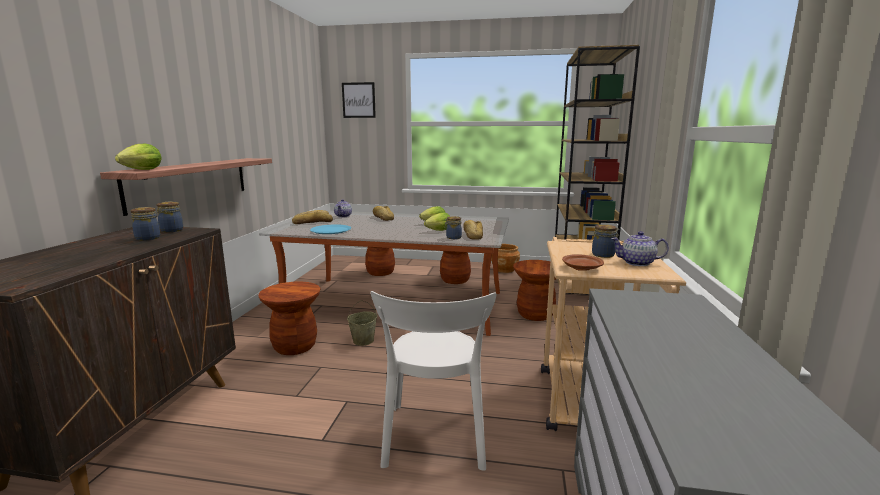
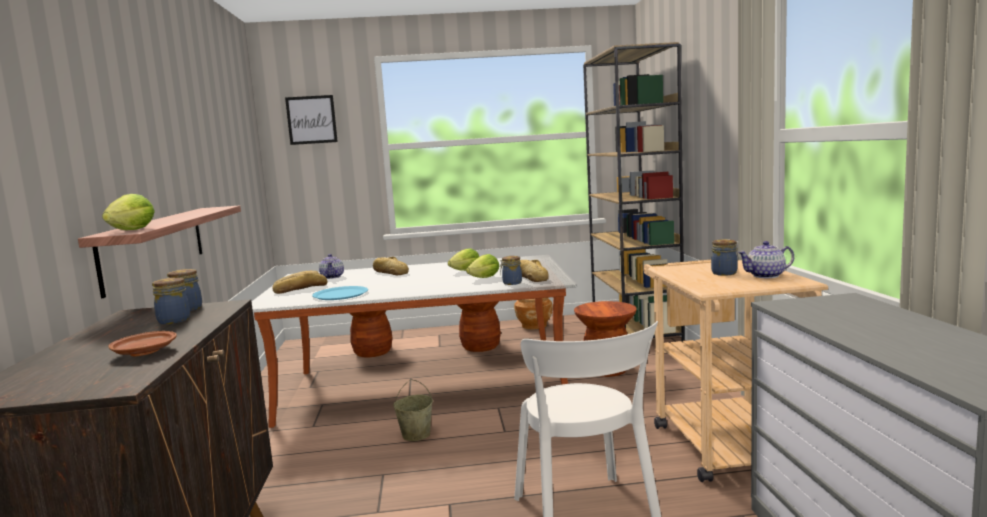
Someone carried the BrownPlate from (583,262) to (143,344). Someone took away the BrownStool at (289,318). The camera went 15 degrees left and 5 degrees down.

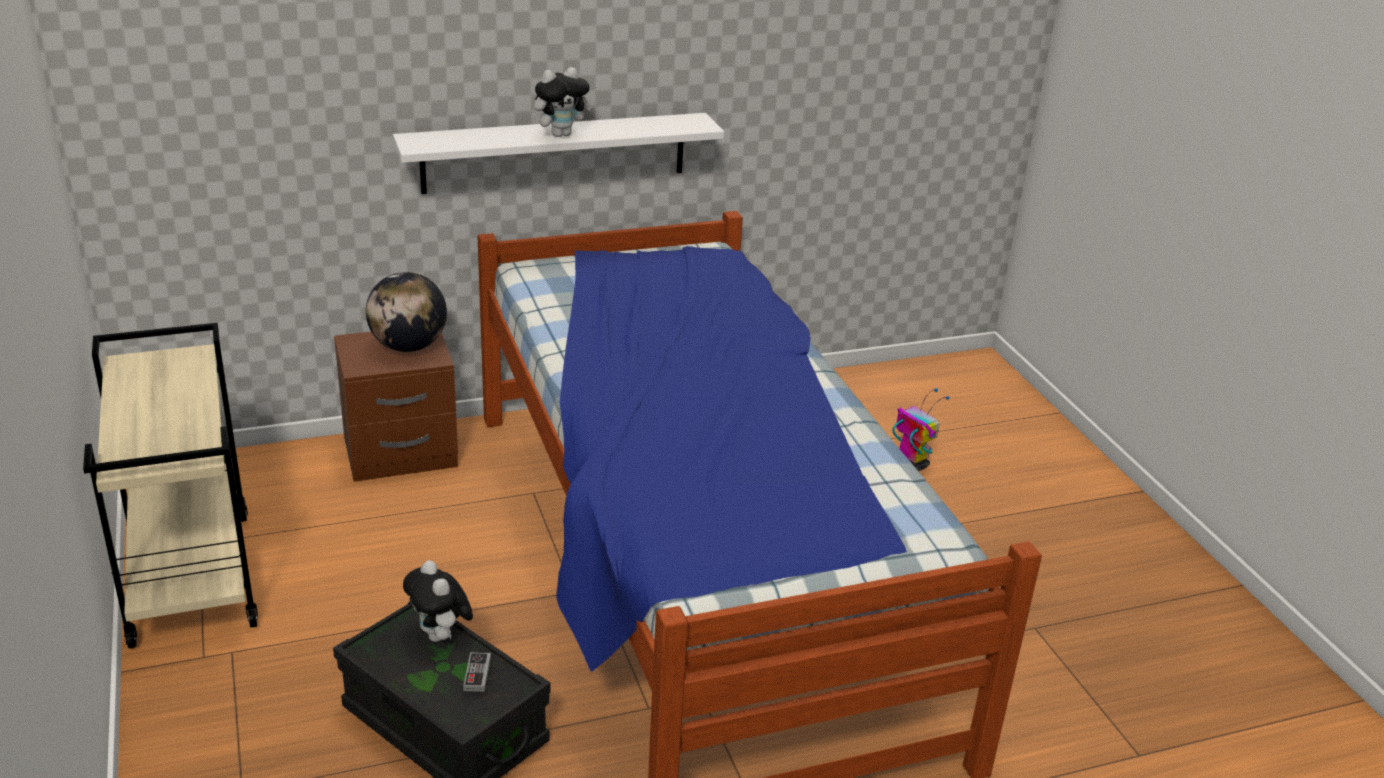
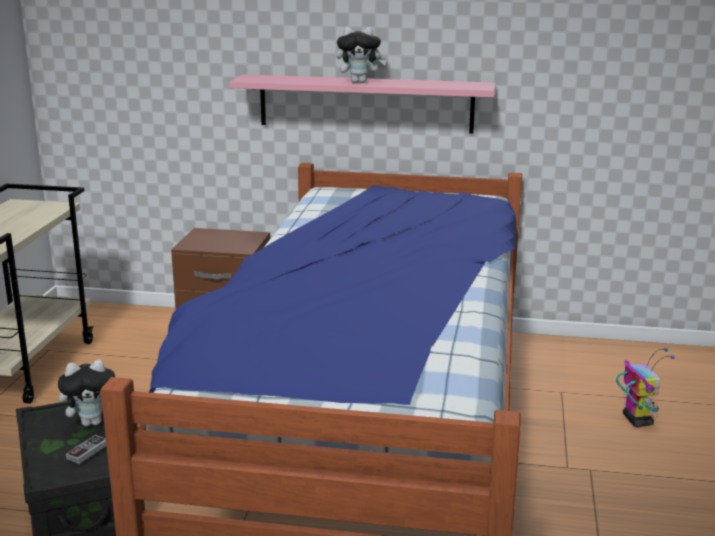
Someone repainted the WhiteShelf at (558,153), which became the PinkShelf at (362,104). Someone took away the Globe at (406,312). Someone rotated the PlushToy at (438,601) by 105 degrees counterclockwise. The camera went 30 degrees right and 10 degrees down.

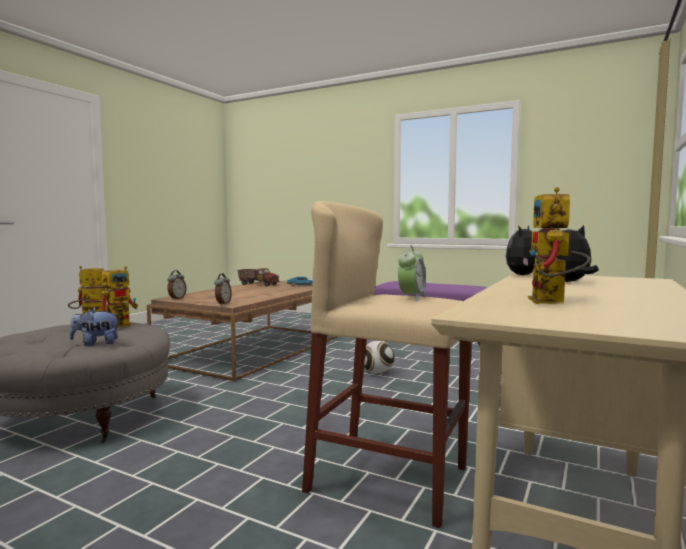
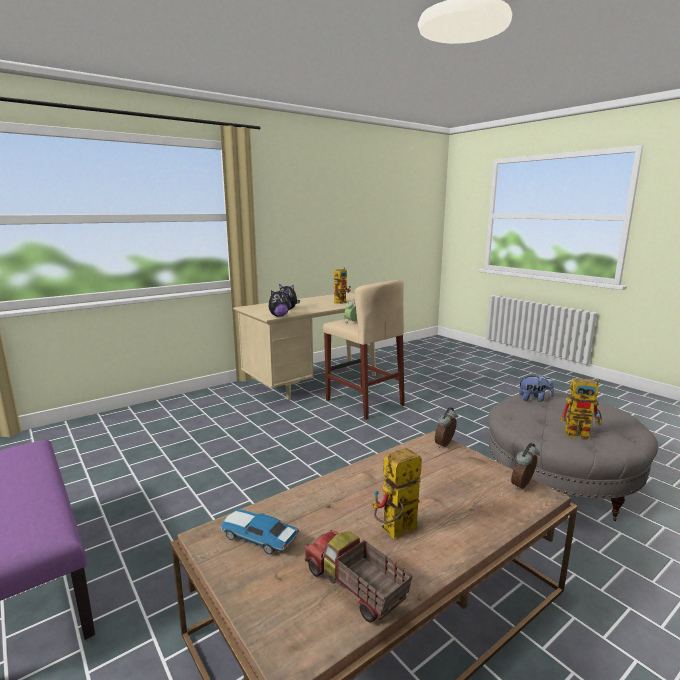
Someone carried the ToyRobot from (119,297) to (396,493). Someone took away the Football at (379,357). The camera went 155 degrees left and 10 degrees up.

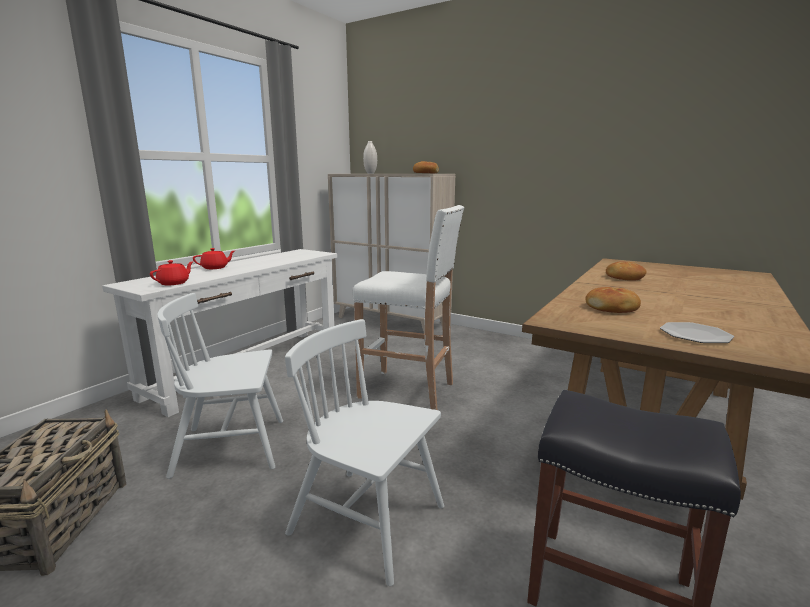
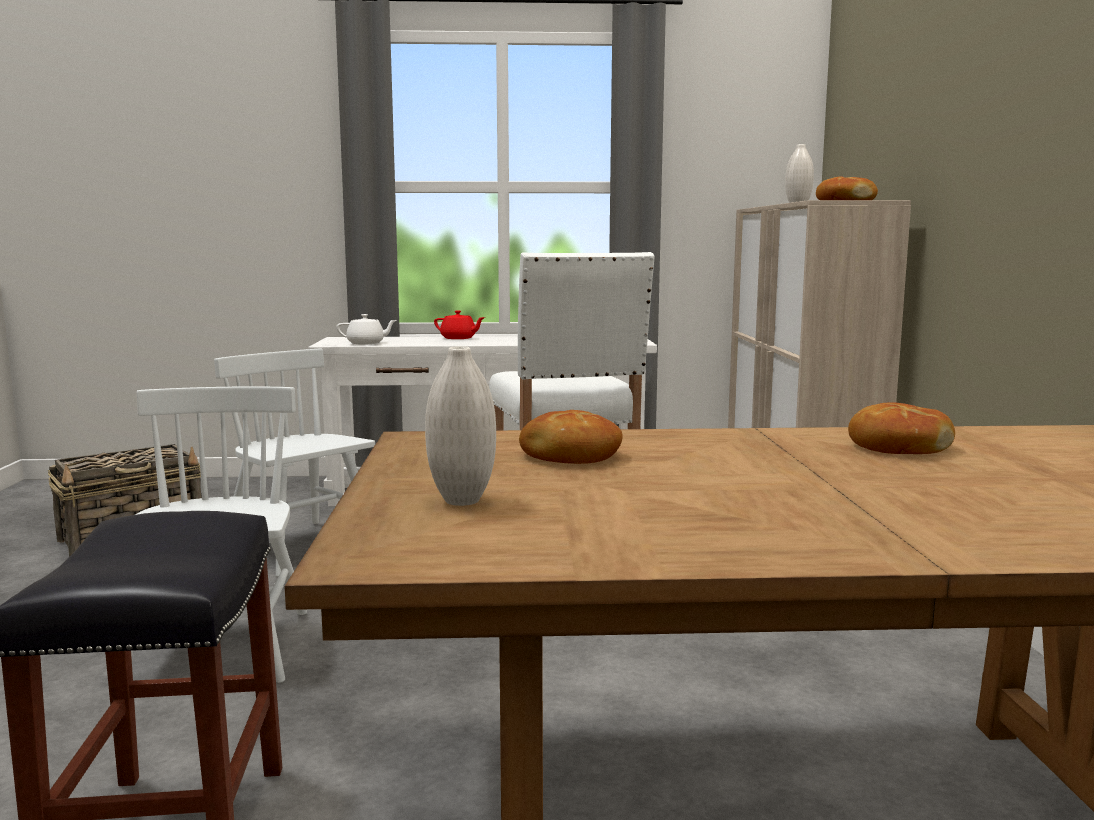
Someone repainted the RedTeapot at (172,272), which became the WhiteTeapot at (366,329). Someone swapped the Plate at (697,332) for the WhiteVase at (460,426). The camera went 55 degrees right and 5 degrees down.

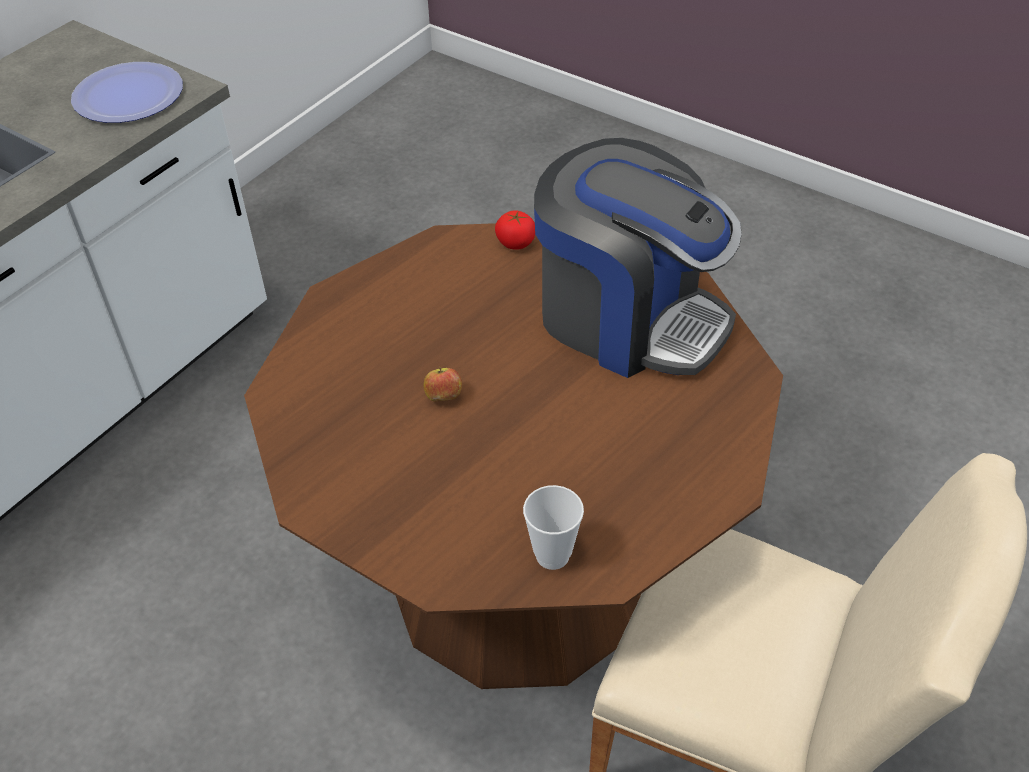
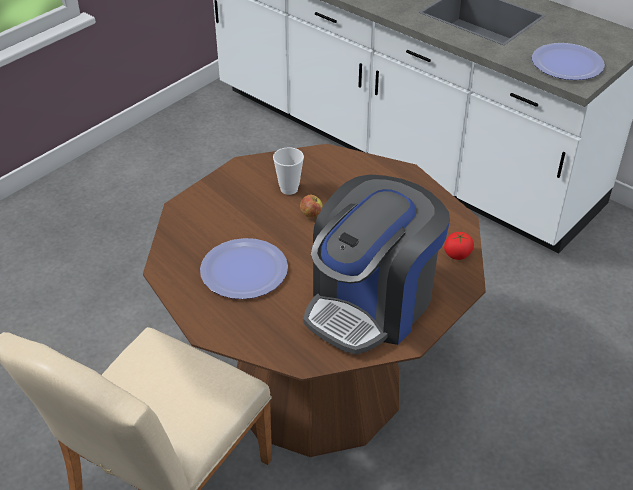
Someone carried the Cup from (553,527) to (288,171). Someone put down the Plate at (244,268). The camera went 95 degrees right and 5 degrees down.

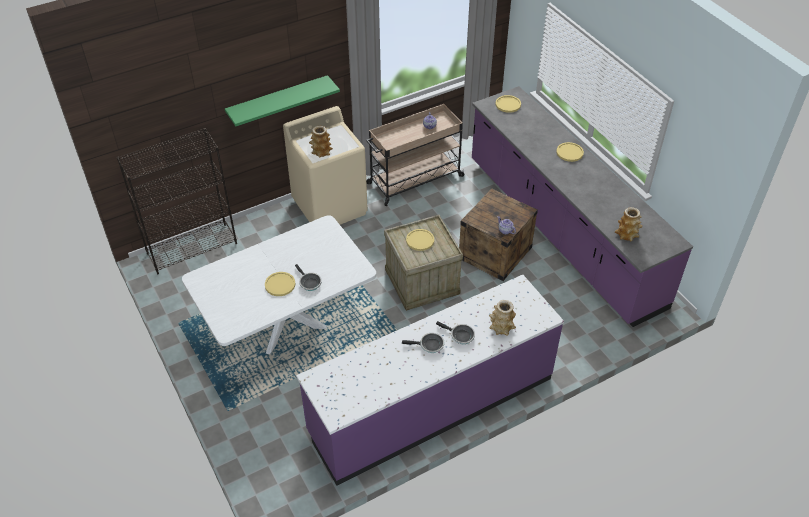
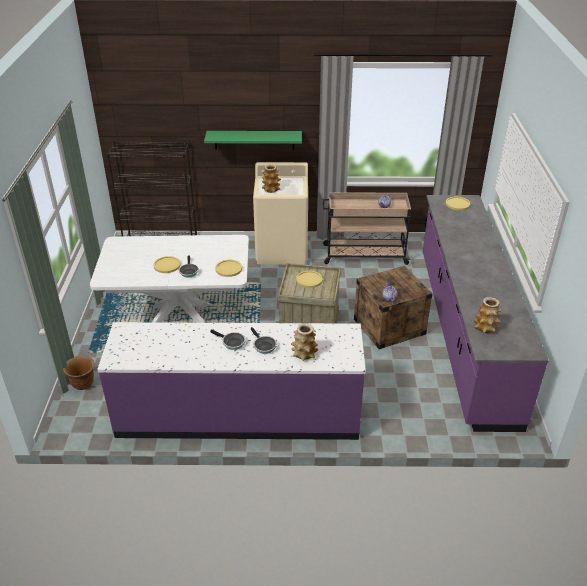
Someone carried the YellowPlate from (570,152) to (228,268). Someone put down the BrownPlanter at (78,373). The camera went 30 degrees right and 10 degrees down.

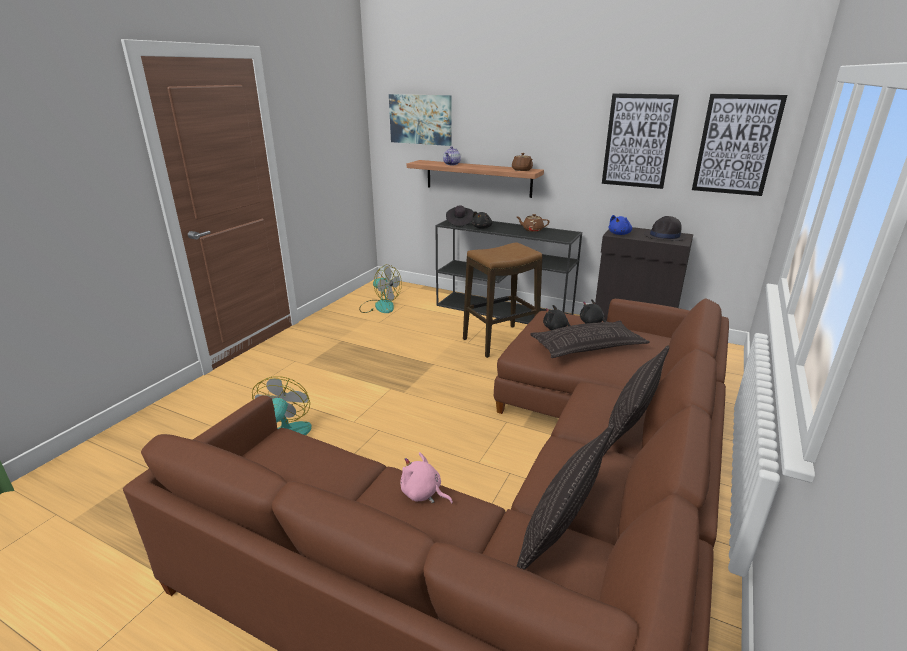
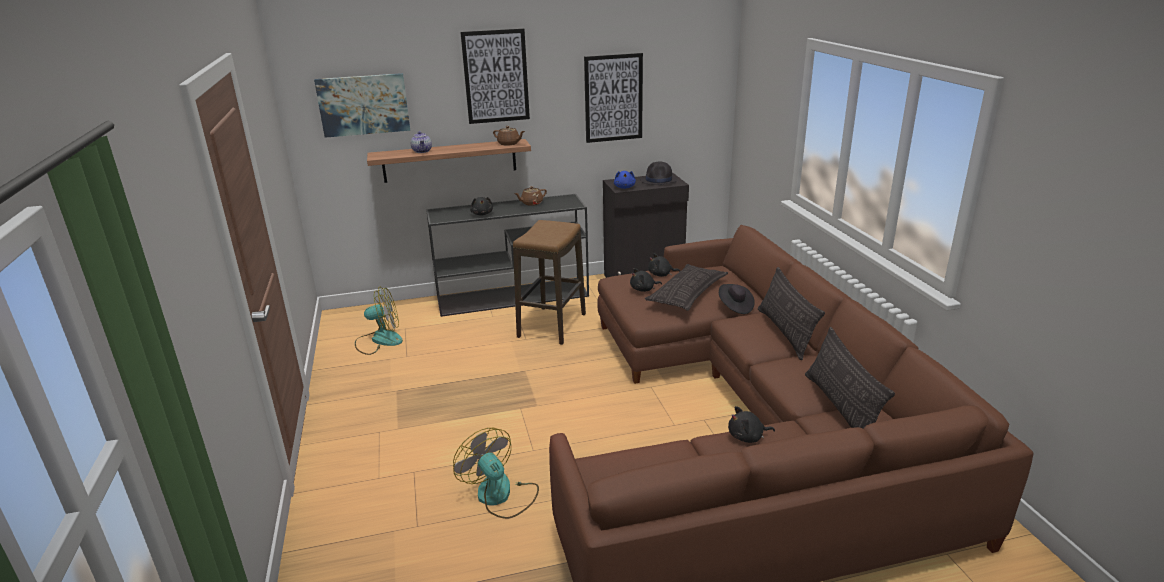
Someone carried the Picture from (739,145) to (495,76). Someone carried the BlackHat from (460,216) to (737,299). Someone repainted the PinkPlushToy at (426,478), which became the BlackPlushToy at (751,424). The camera went 40 degrees left and 0 degrees up.

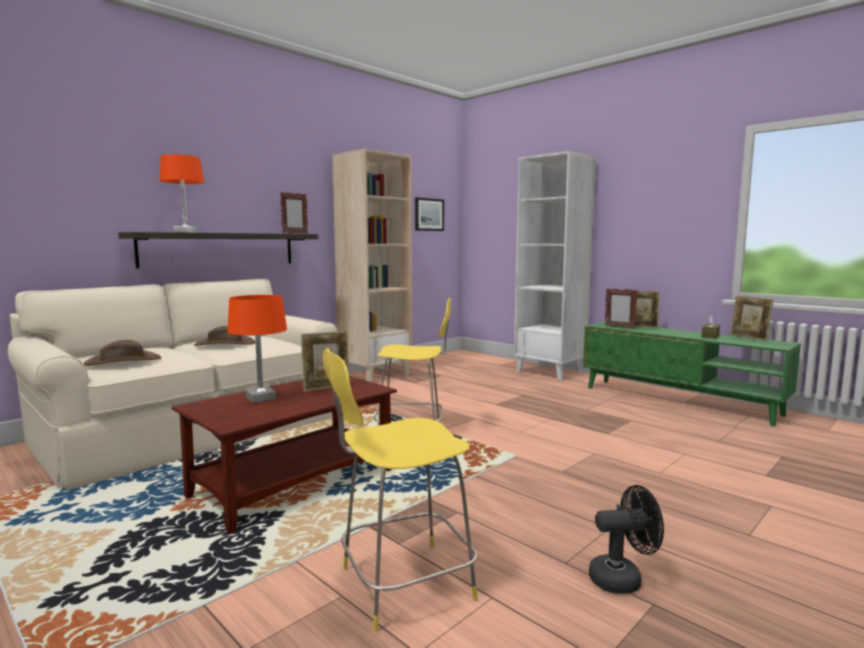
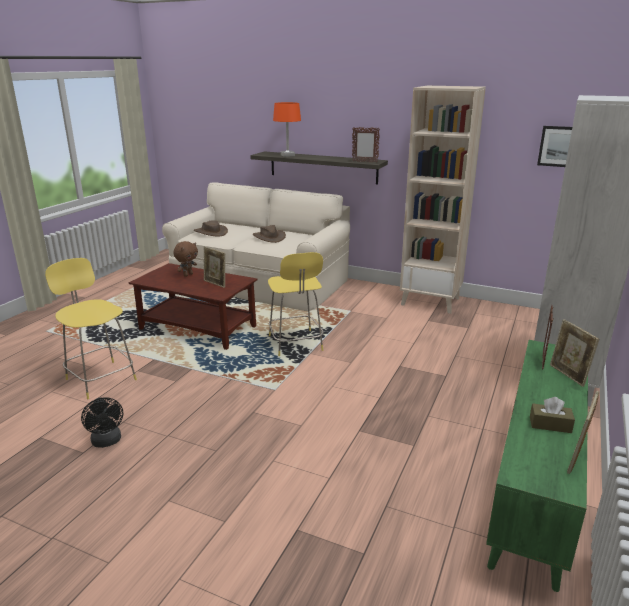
Someone swapped the OrangeTableLamp at (257,349) for the BrownPlushToy at (185,259). The camera went 70 degrees right and 15 degrees up.

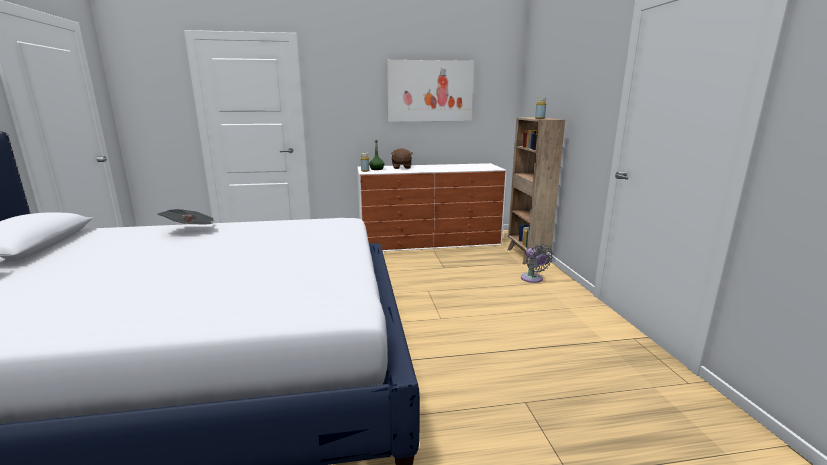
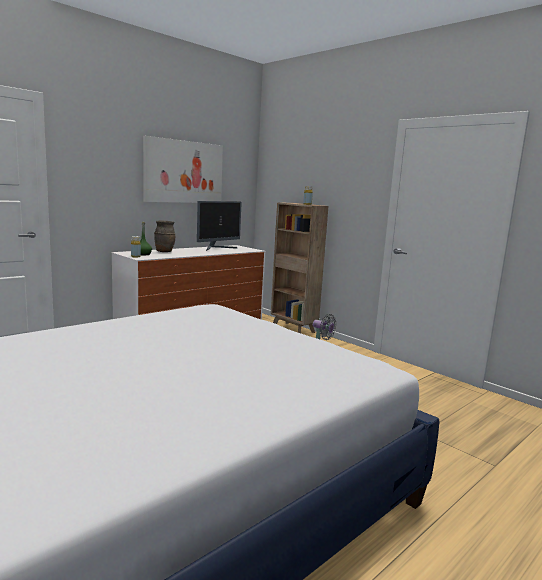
Someone swapped the BrownPlushToy at (402,158) for the BrownVase at (164,236). Someone took away the Newspaper at (185,217). Someone put down the Monitor at (219,226). The camera went 35 degrees left and 5 degrees down.

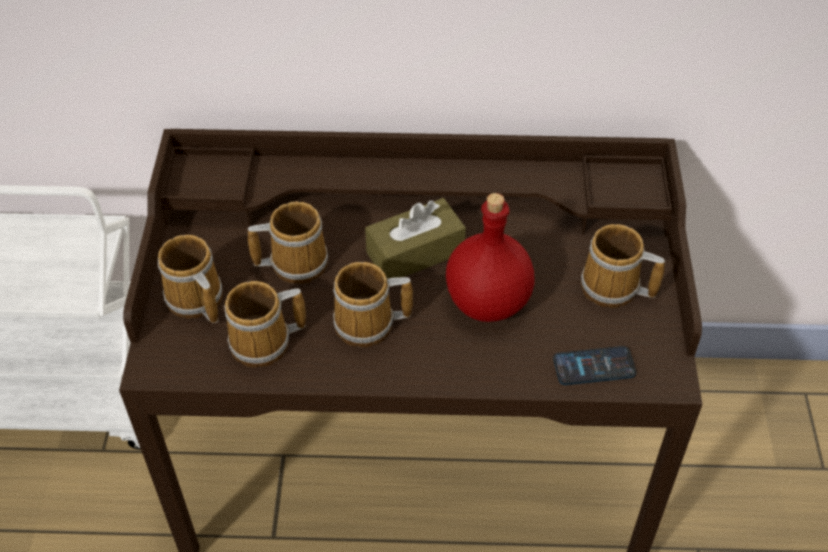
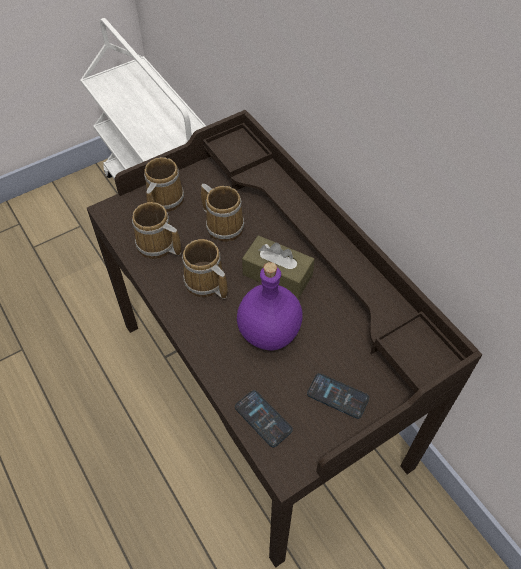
Someone repainted the RedBottle at (490,257), which became the PurpleBottle at (270,306). Someone swapped the Mug at (623,266) for the Phone at (338,396). The camera went 55 degrees right and 5 degrees up.

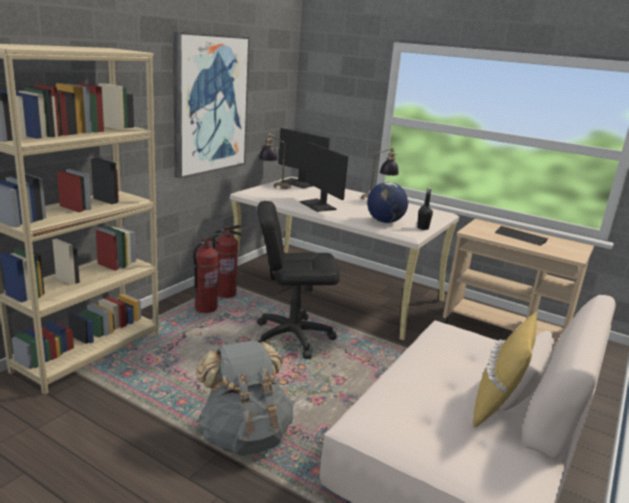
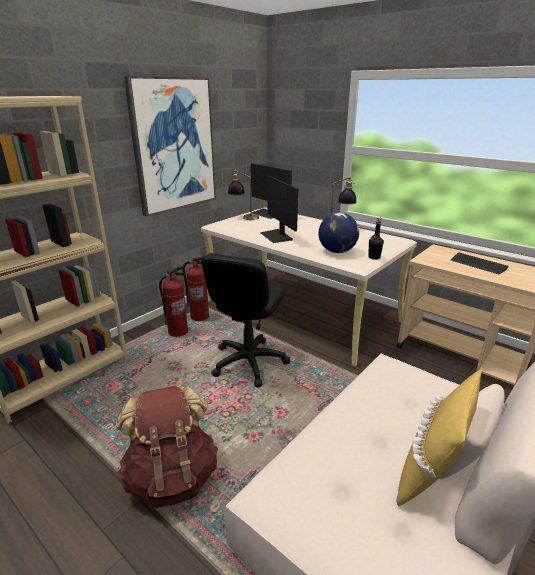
Someone rotated the BlackOfficeChair at (298,280) by 75 degrees counterclockwise. Someone repainted the GreyBackpack at (245,398), which became the BrownBackpack at (167,447). The camera went 10 degrees right and 5 degrees up.

